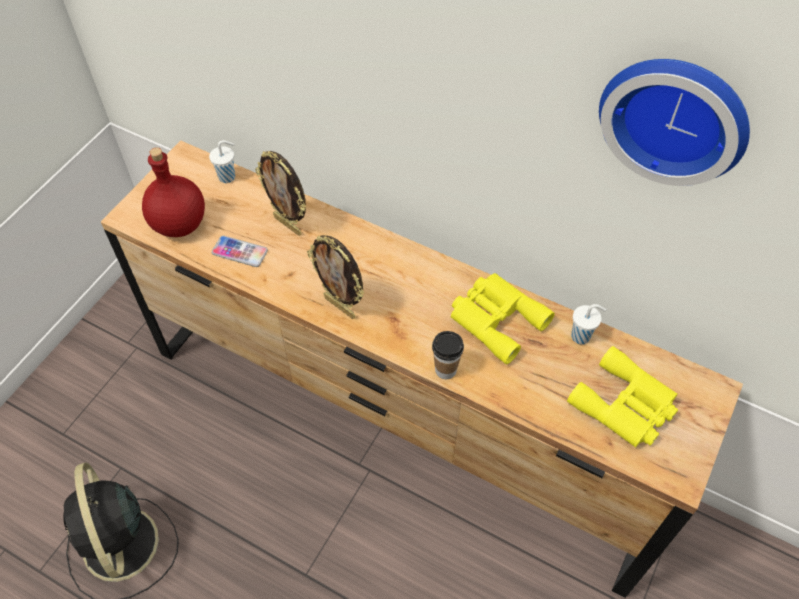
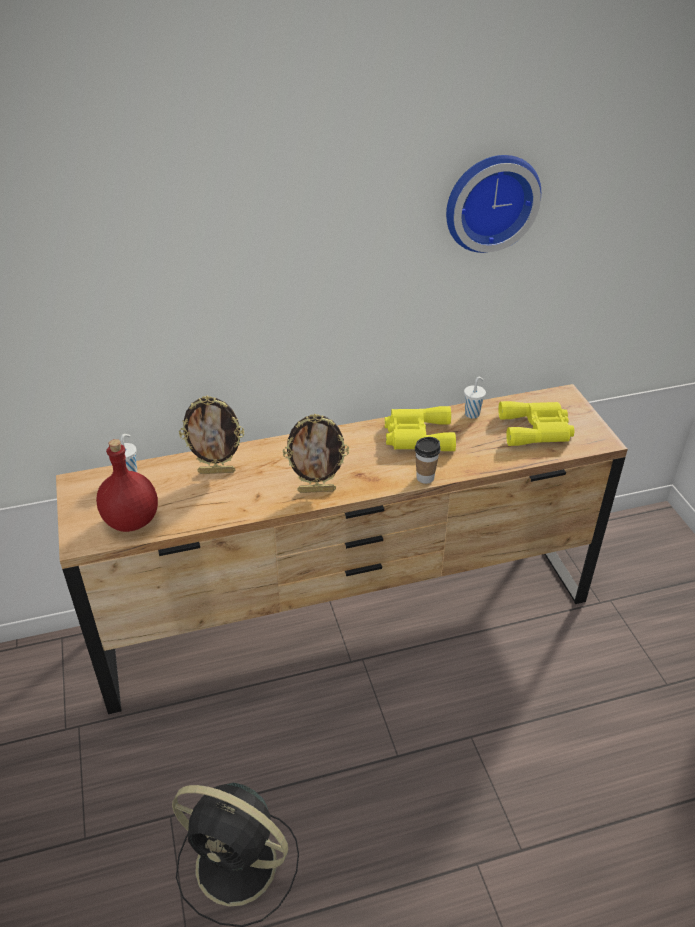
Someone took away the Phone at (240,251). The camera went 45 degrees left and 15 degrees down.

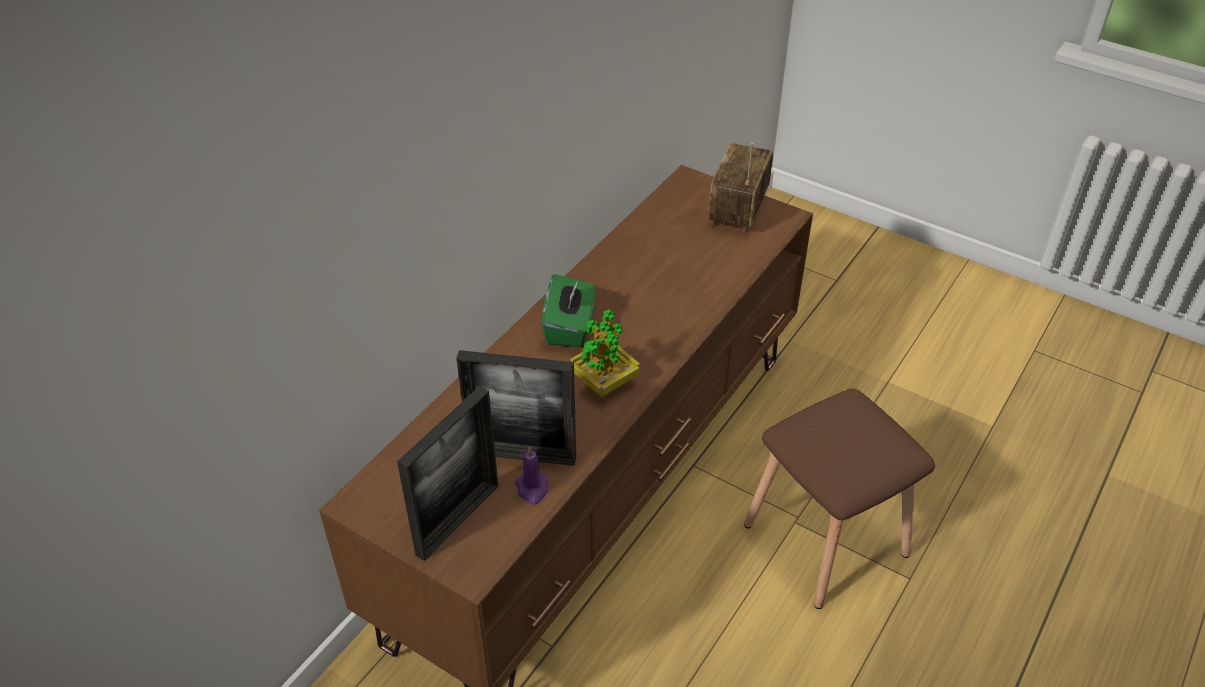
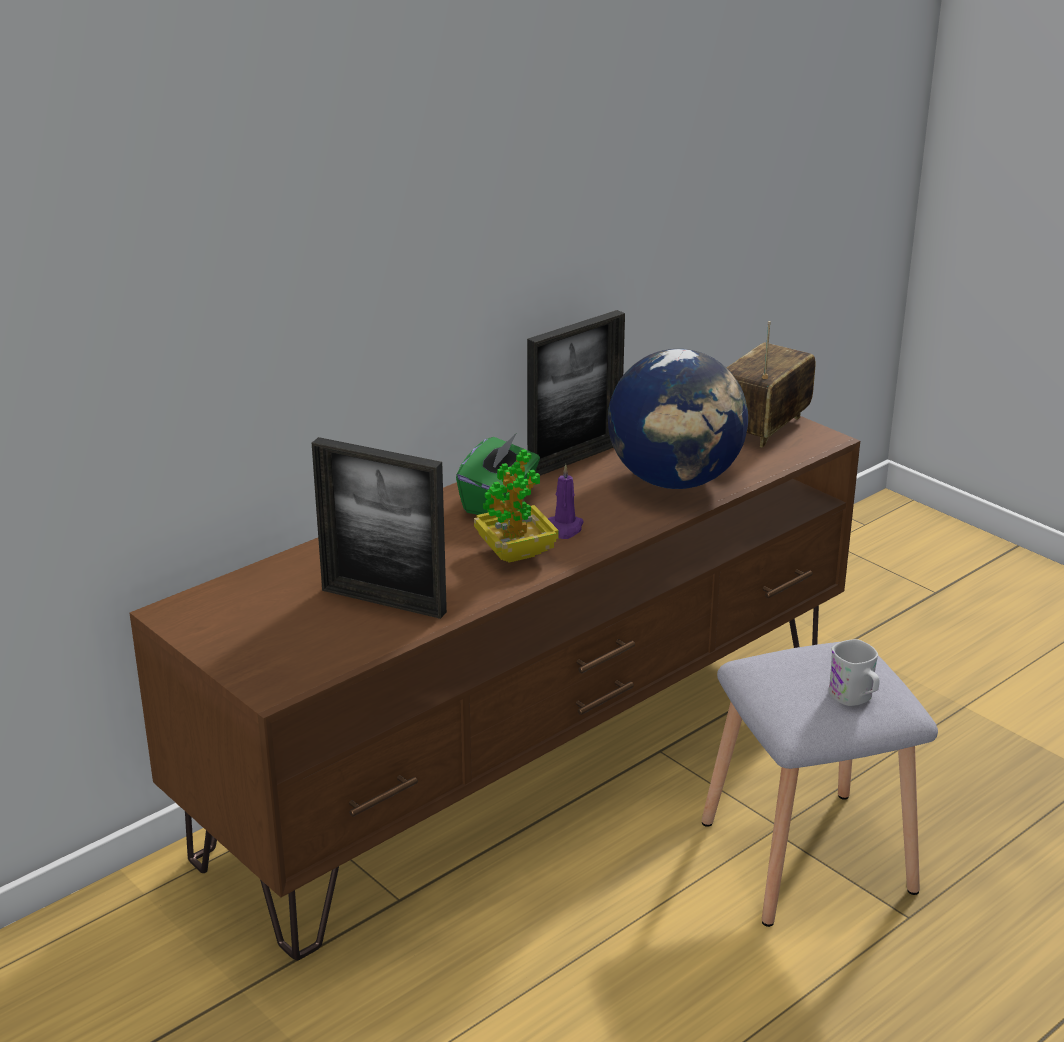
Someone carried the PictureFrame from (448,473) to (576,393). Someone repainted the BrownStool at (839,499), which became the GreyStool at (820,784). Someone carried the PurpleCandle from (531,475) to (566,501). Someone put down the Globe at (678,419). Someone put down the WhiteMug at (854,672). The camera went 15 degrees right and 15 degrees down.

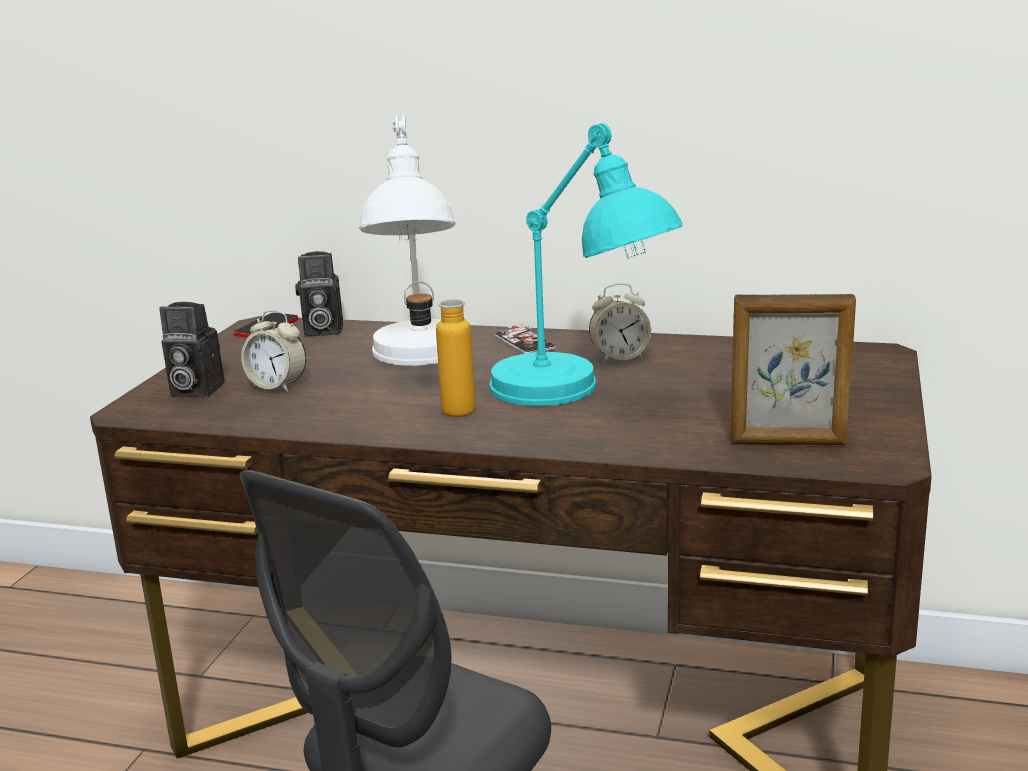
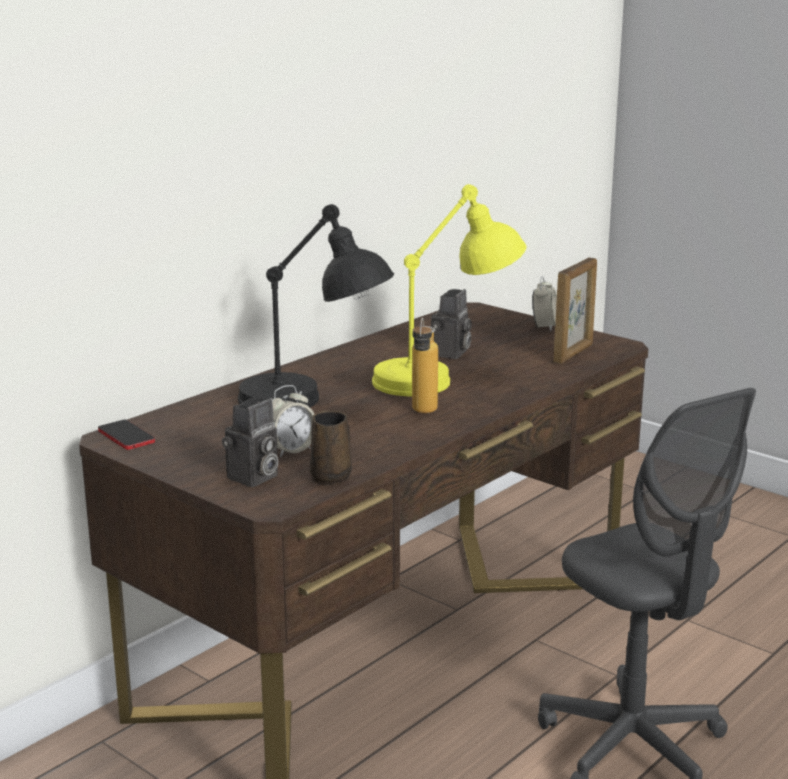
Someone repainted the WhiteTableLamp at (407,241), which became the BlackTableLamp at (316,305). Someone repainted the TurquoiseTableLamp at (586,264), which became the YellowTableLamp at (449,290). Someone carried the PhotoCamera from (319,293) to (451,324). Someone carried the AlarmClock from (620,323) to (544,303). Someone took away the Phone at (525,339). Someone put down the BrownMug at (331,448). The camera went 65 degrees left and 0 degrees up.

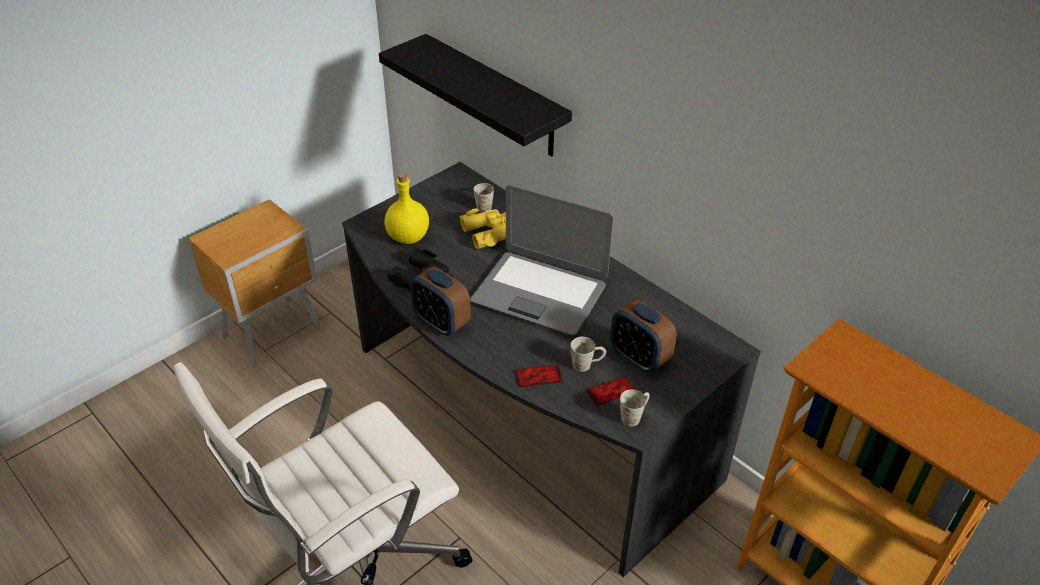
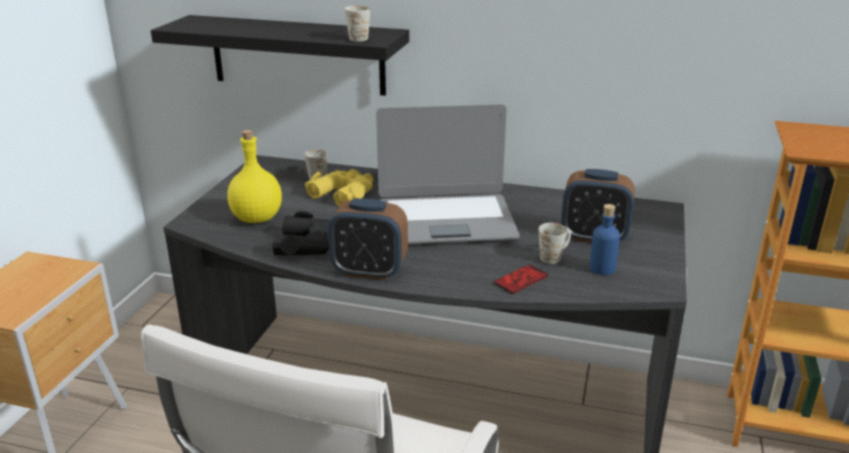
Someone swapped the Phone at (611,391) for the BlueBottle at (605,239). Someone carried the WhiteMug from (634,407) to (358,24). The camera went 30 degrees left and 15 degrees down.

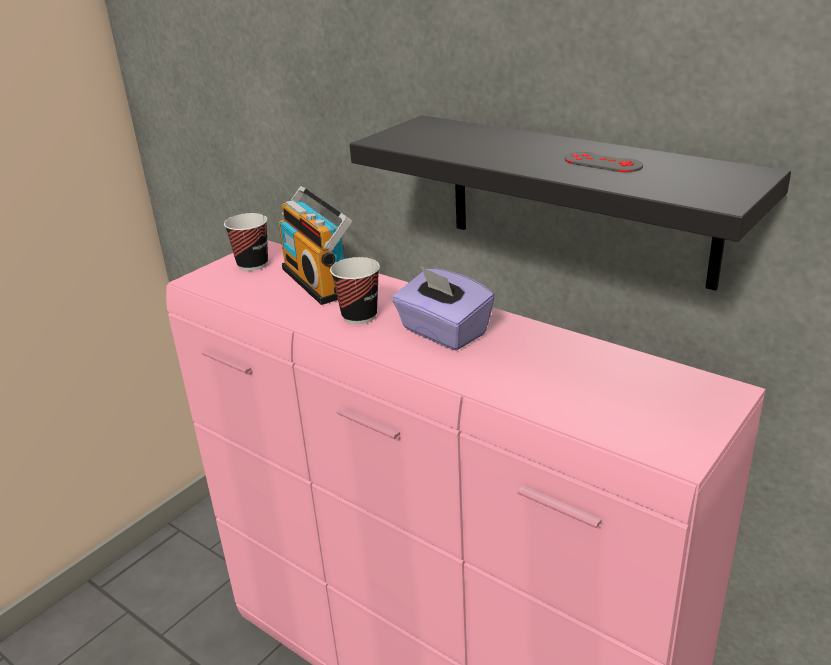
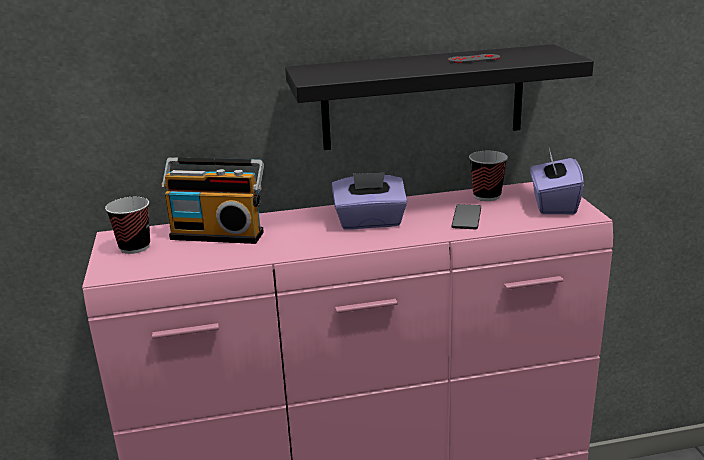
Someone carried the Cup from (355,290) to (488,176). Someone put down the PurpleTissueBox at (557,181). Someone put down the Phone at (466,216). The camera went 50 degrees left and 5 degrees down.

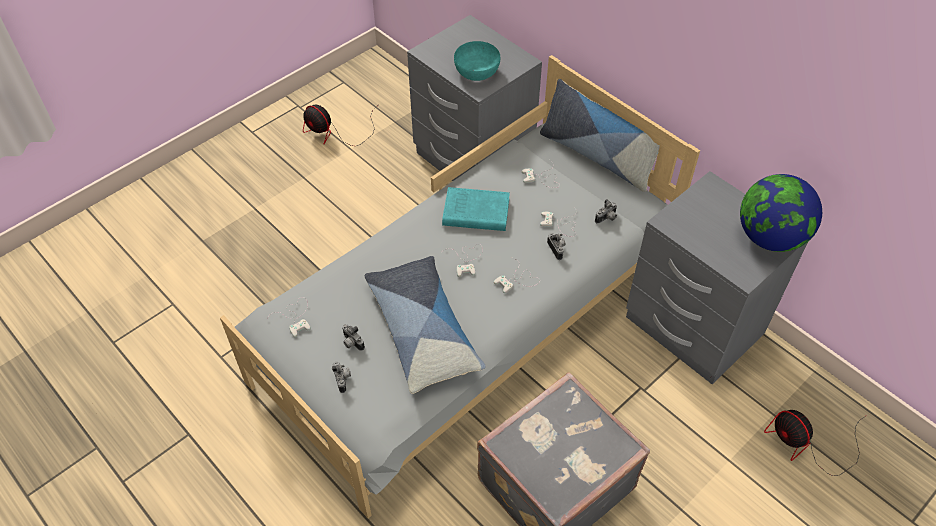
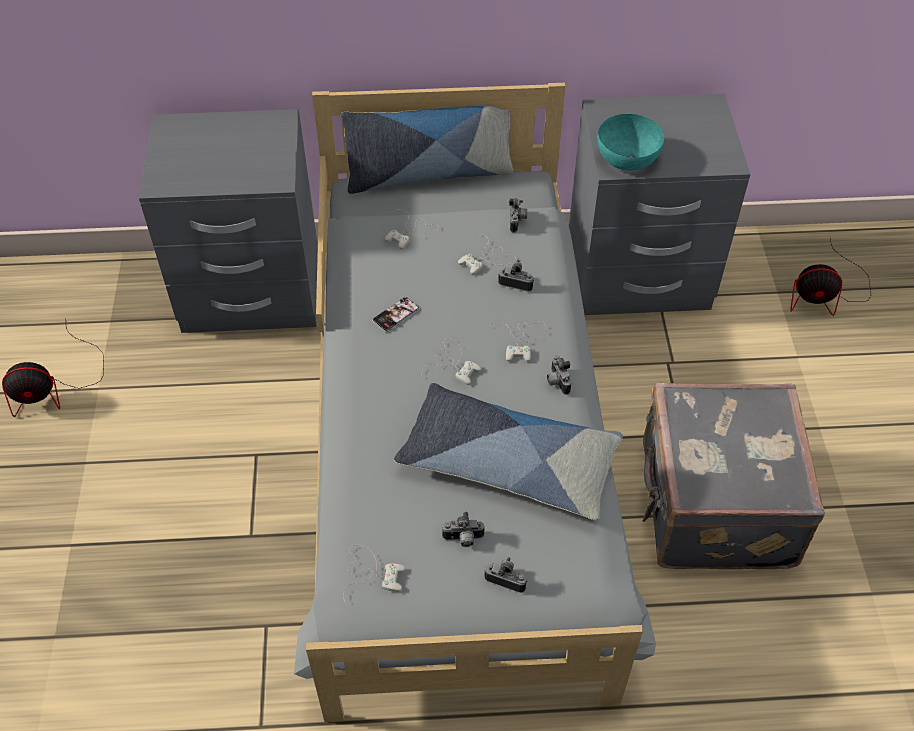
Someone carried the TurquoiseBowl from (477,61) to (630,142). Someone took away the Globe at (781,213). Someone swapped the TurquoiseBook at (476,209) for the Phone at (395,314). Someone put down the PhotoCamera at (559,375). The camera went 50 degrees left and 0 degrees up.

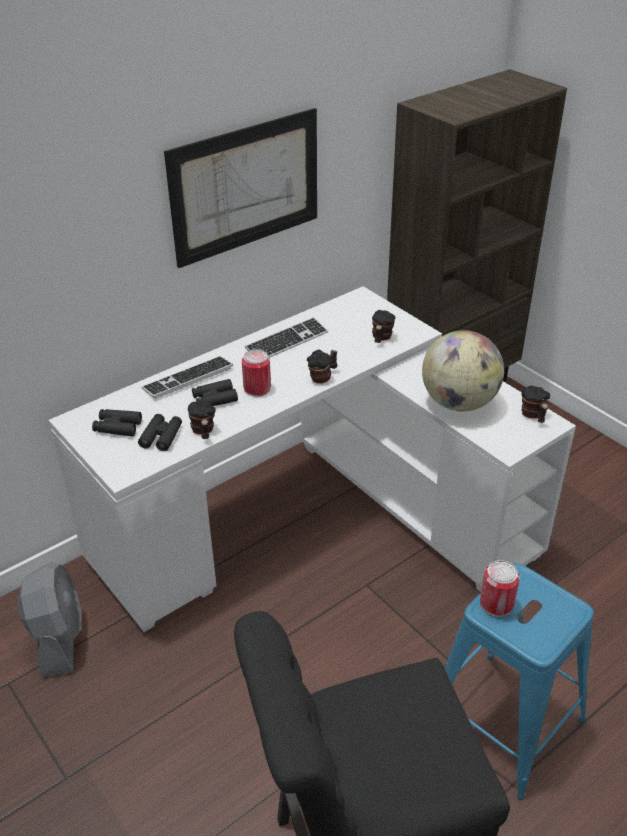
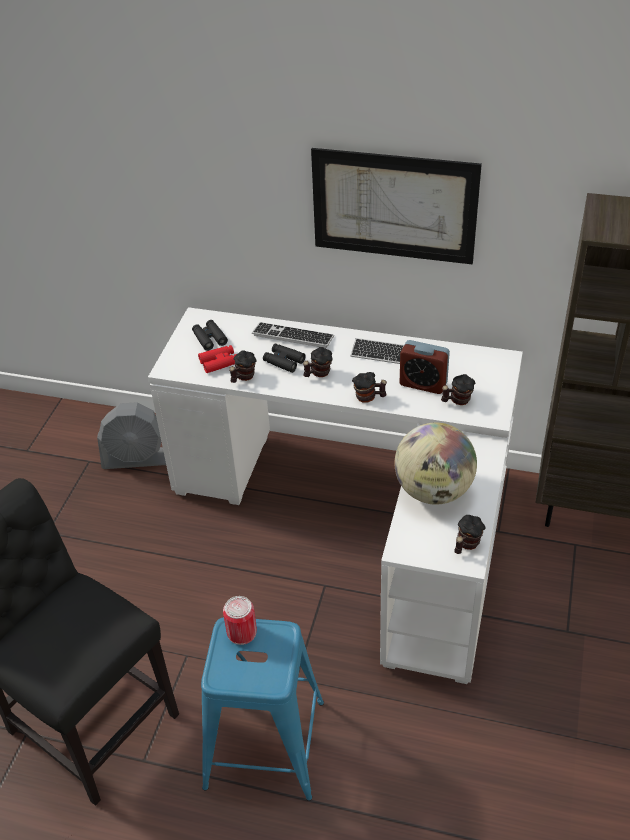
Someone swapped the Can at (256,373) for the Mug at (318,362). Someone repainted the BlackBinoculars at (160,432), which became the RedBinoculars at (217,359). Someone rotated the GreyFan at (50,619) by 45 degrees clockwise. Someone put down the AlarmClock at (425,367). The camera went 55 degrees right and 5 degrees up.

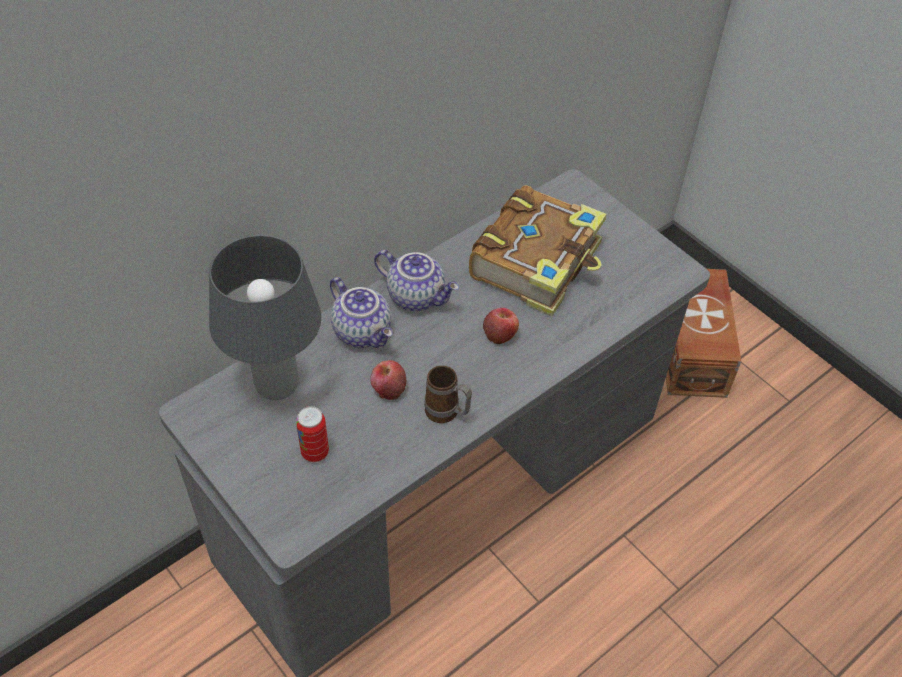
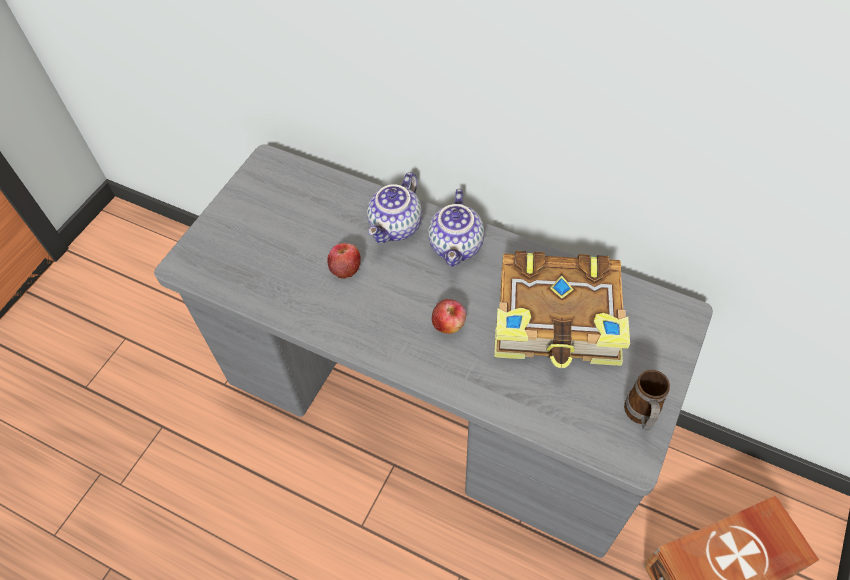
Someone took away the GreyTableLamp at (265,317). Someone carried the Mug from (448,394) to (647,400). Someone took away the Can at (312,434). The camera went 70 degrees right and 5 degrees up.

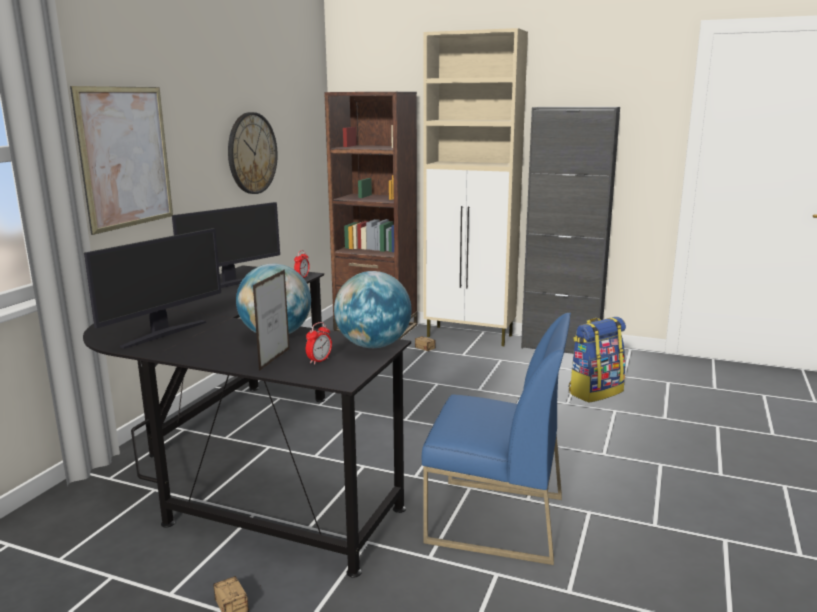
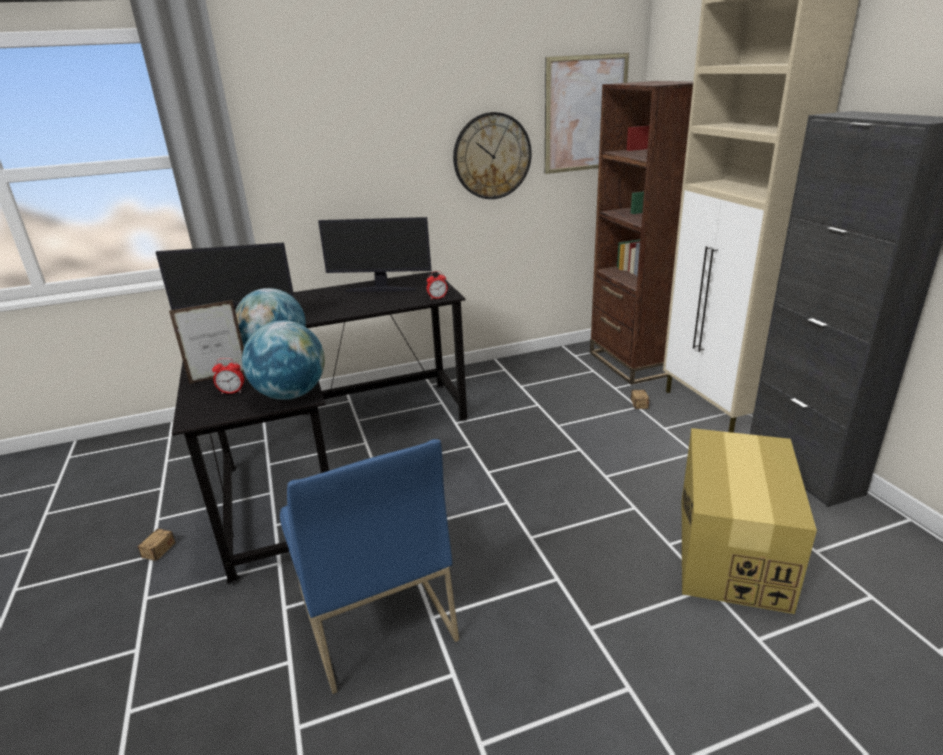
Someone carried the Picture from (121,160) to (587,113). Someone swapped the Backpack at (597,360) for the CardboardBox at (749,521). The camera went 50 degrees right and 10 degrees up.

